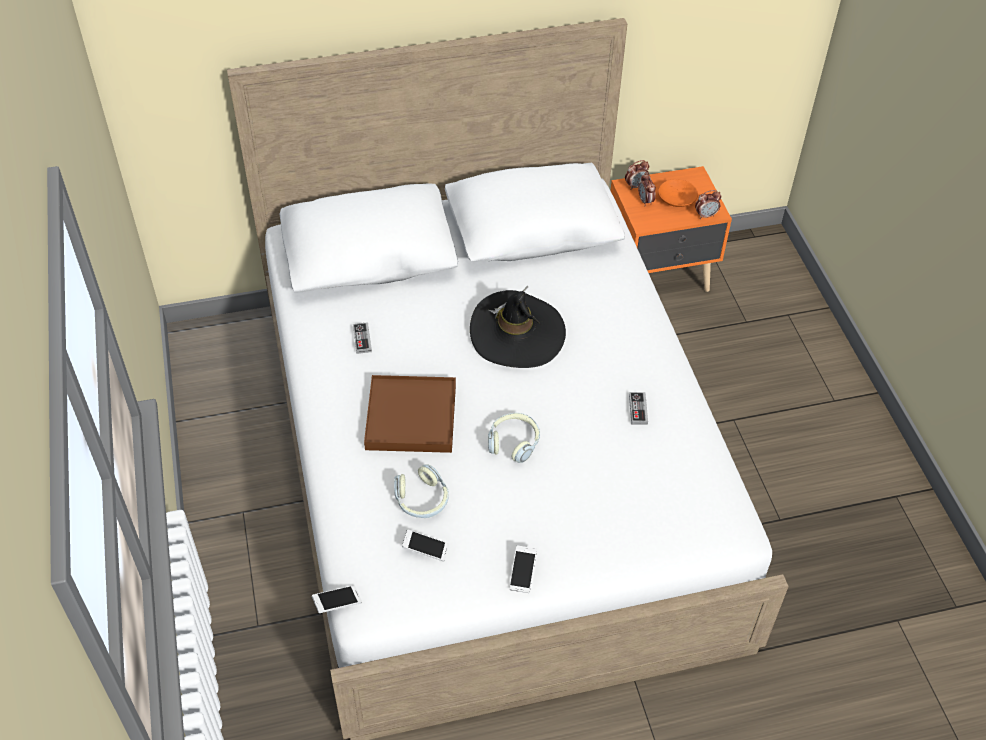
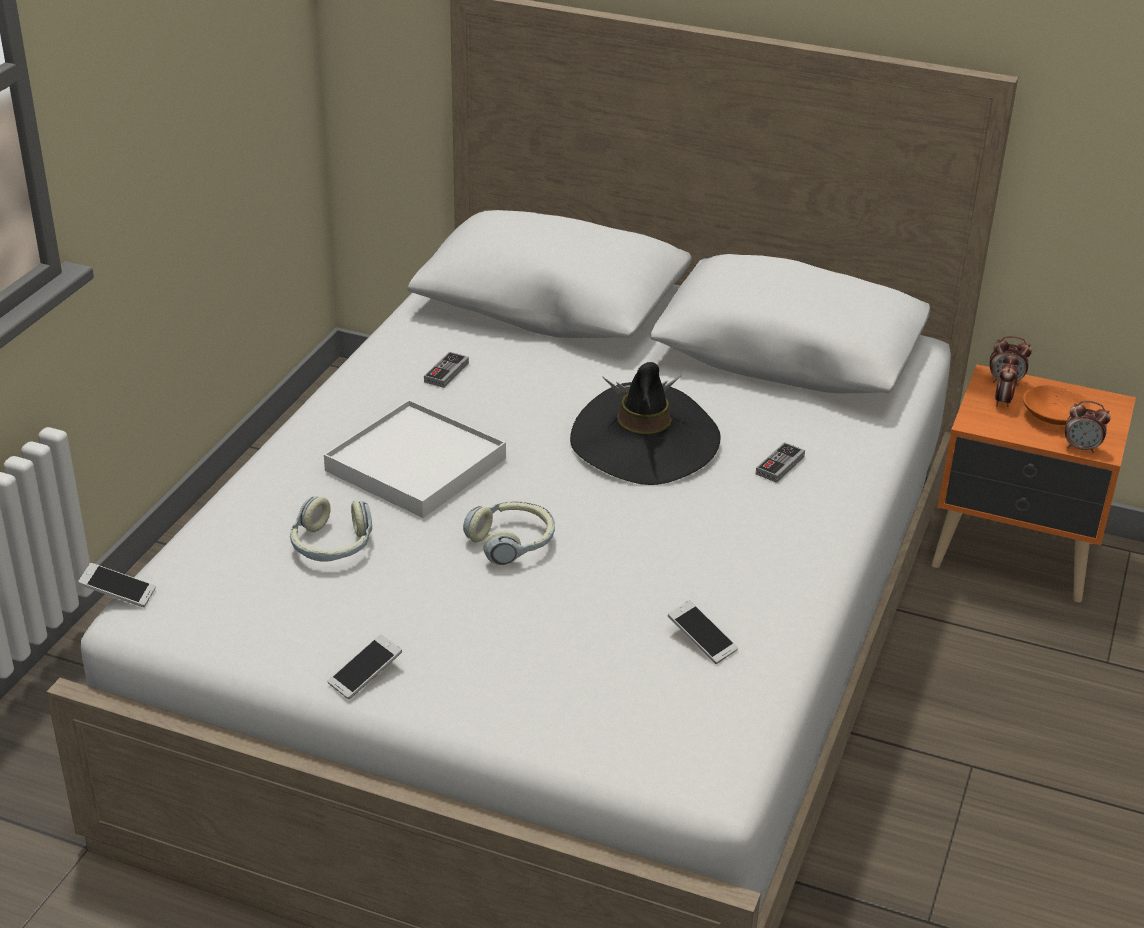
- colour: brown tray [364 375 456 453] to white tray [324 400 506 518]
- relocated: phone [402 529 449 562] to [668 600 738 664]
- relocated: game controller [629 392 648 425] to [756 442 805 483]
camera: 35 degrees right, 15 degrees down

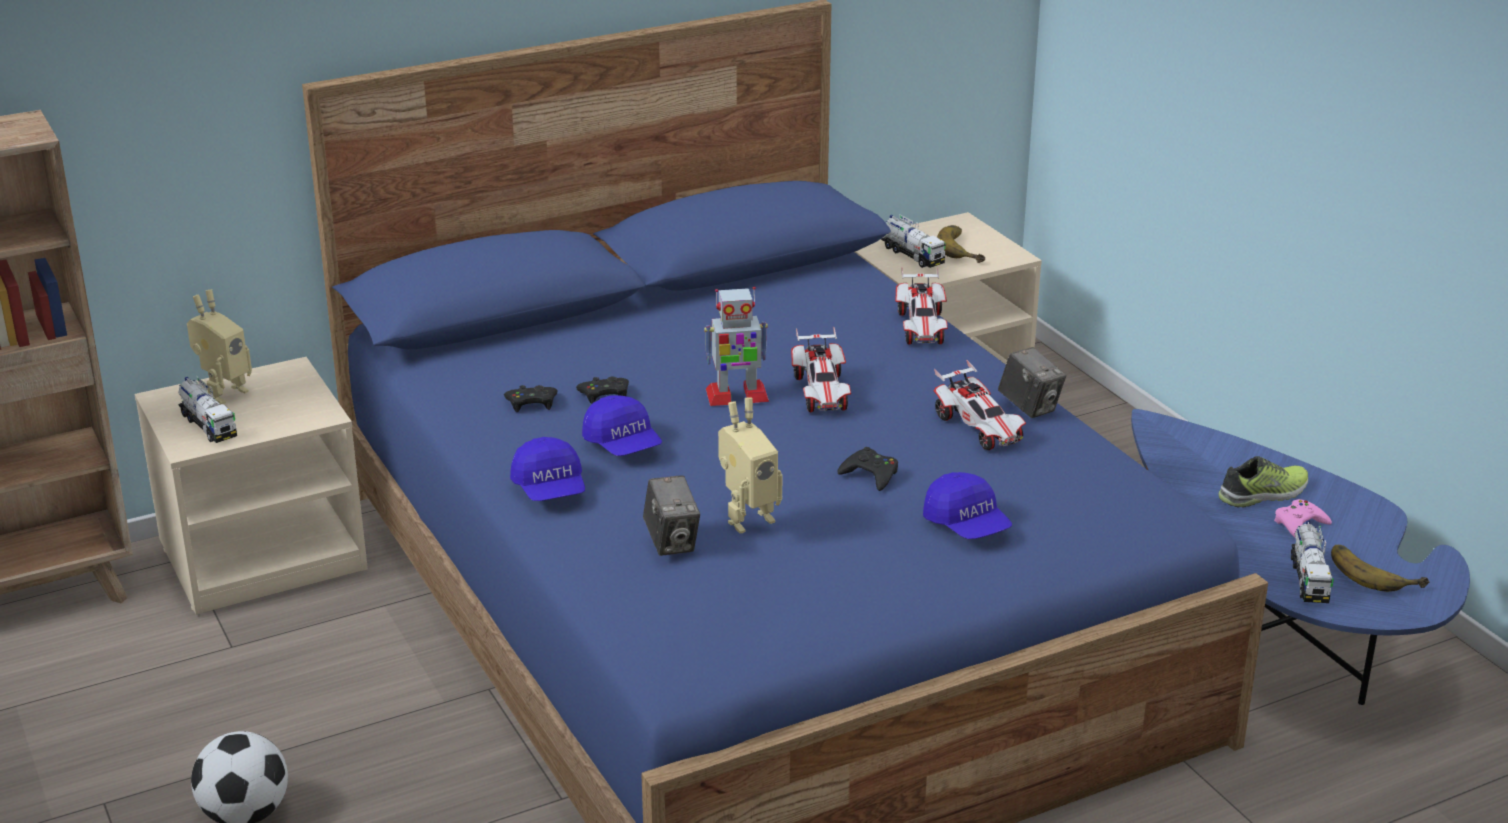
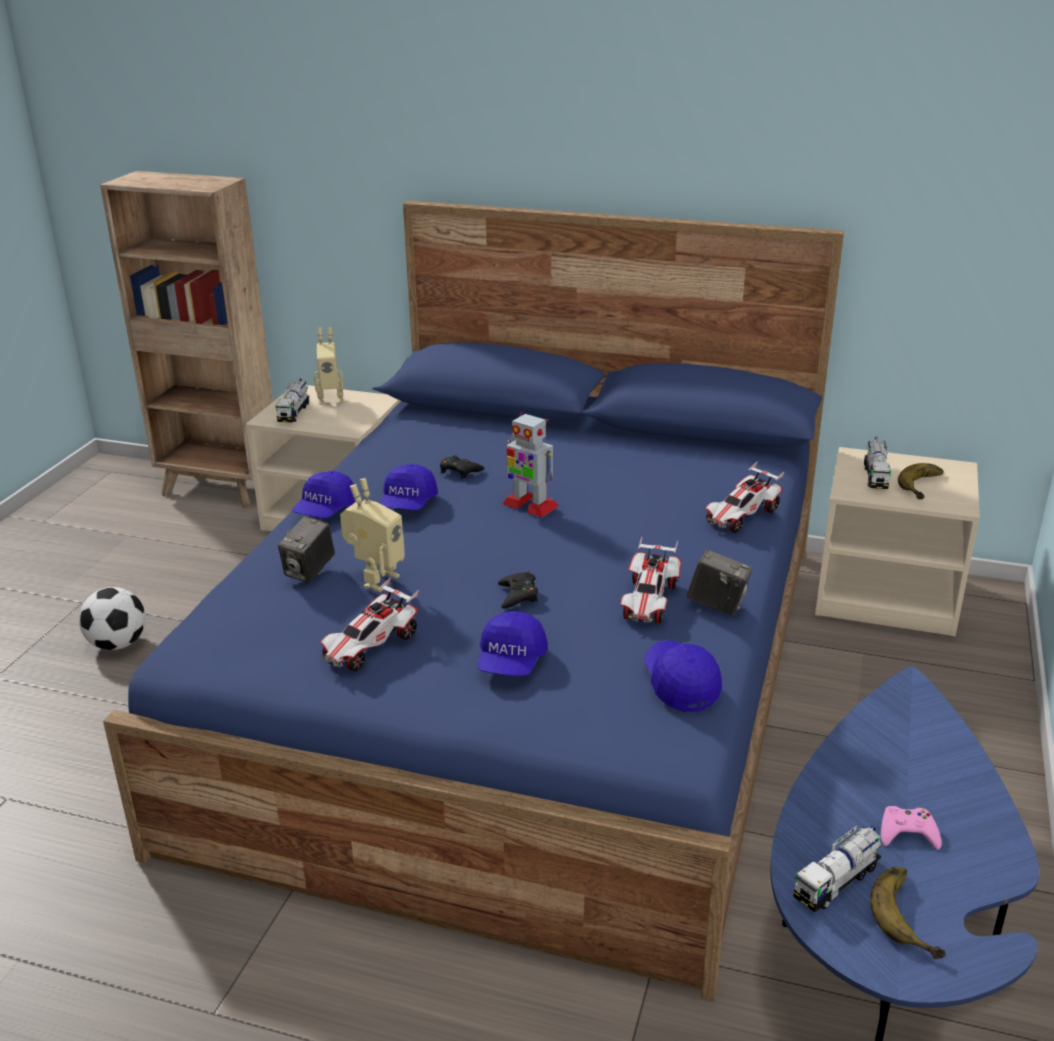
- missing: black game controller [504 385 558 412]
- spun: toy robot [718 397 782 534] = [340 478 405 592] 75 degrees counterclockwise
- relocated: toy car [791 327 851 412] to [320 578 419 671]
- spun: photo camera [998 347 1066 418] = [687 550 752 616] 75 degrees counterclockwise
- missing: shoe [1219 456 1308 507]
- appeared: blue cap [644 640 722 712]
camera: 45 degrees right, 0 degrees up

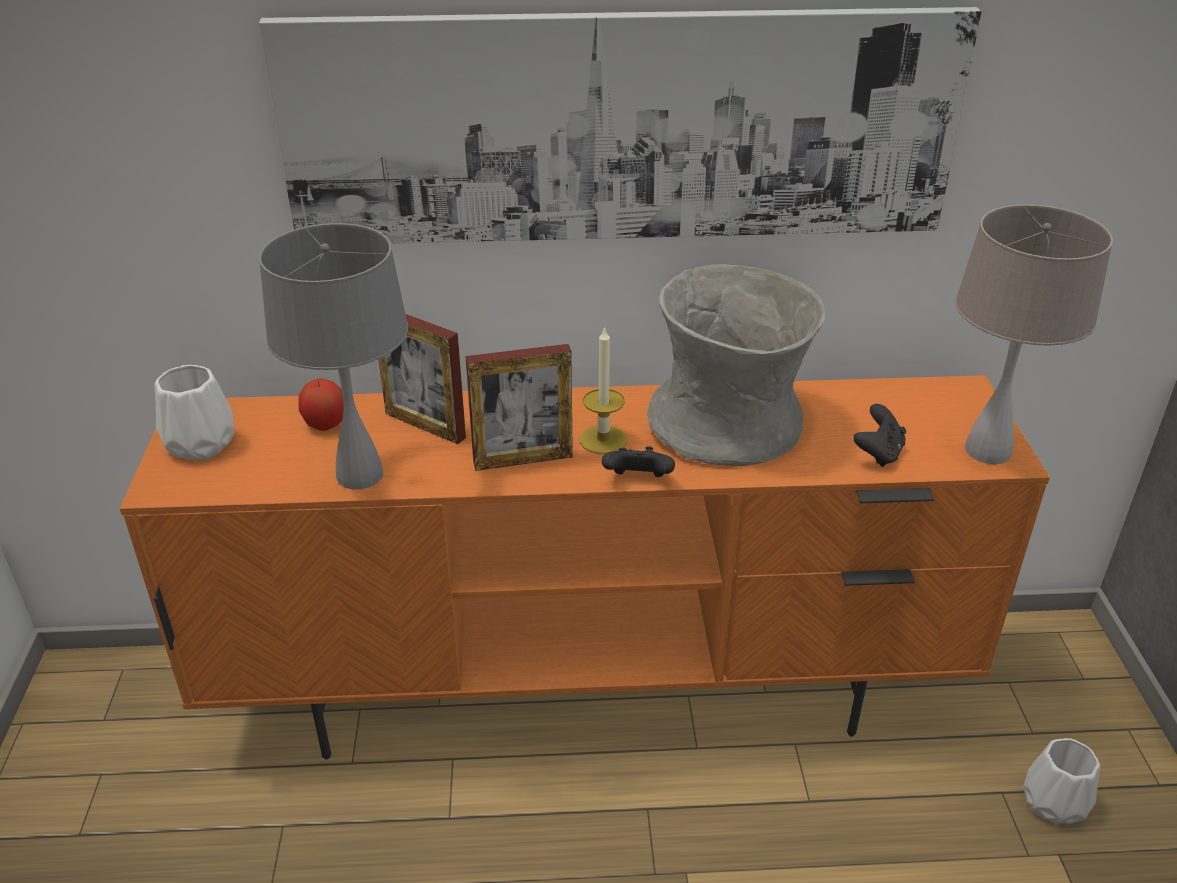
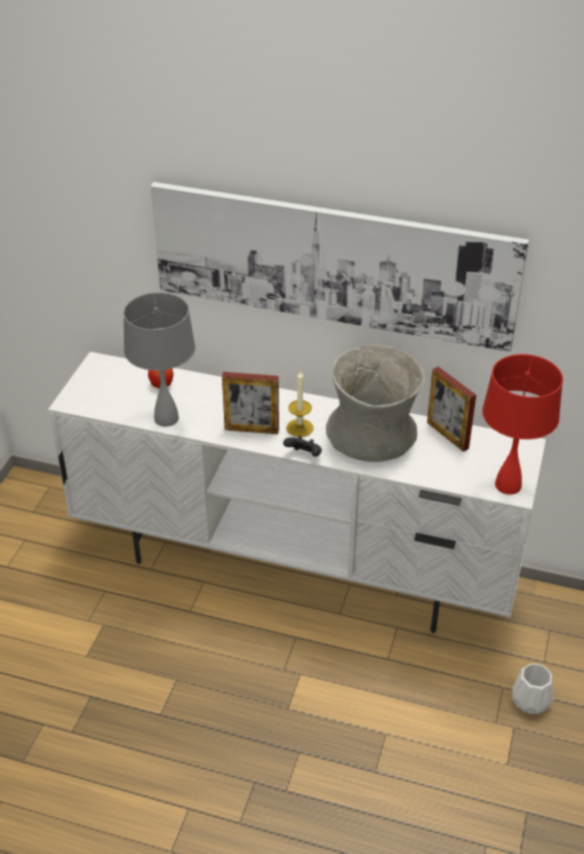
- colour: orange tv stand [120 375 1050 759] to white tv stand [48 352 546 633]
- missing: white vase [155 365 234 461]
- relocated: picture frame [379 314 466 444] to [427 367 476 452]
- missing: black game controller [853 404 906 467]
- colour: beige table lamp [955 204 1113 464] to red table lamp [482 354 563 495]
camera: 20 degrees right, 5 degrees up

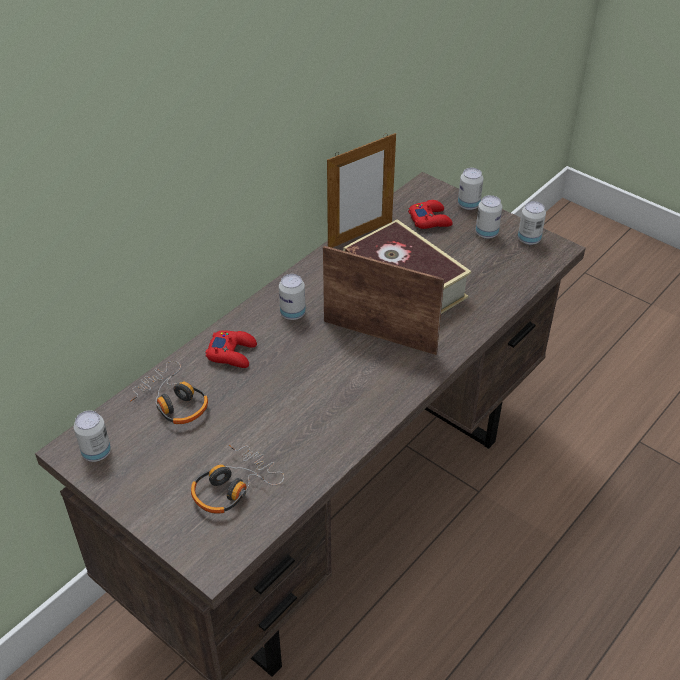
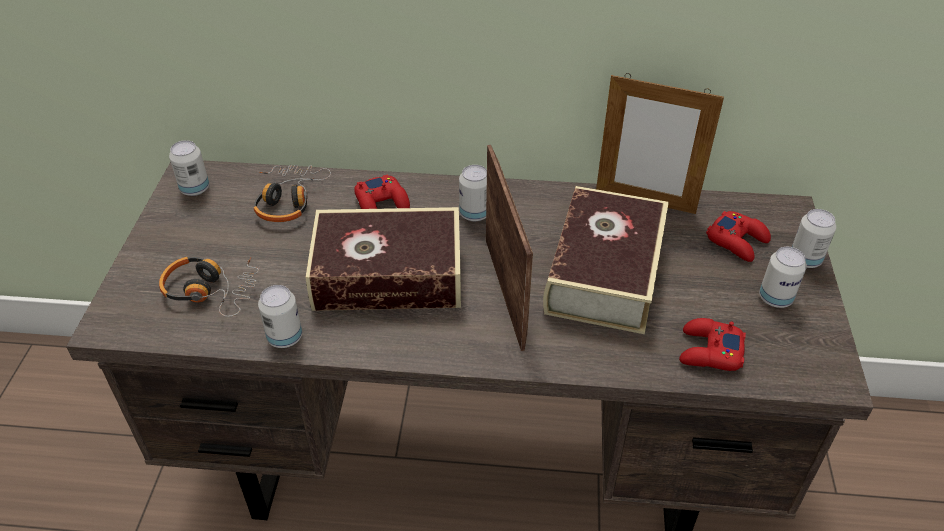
- relocated: can [518 201 546 245] to [258 285 302 348]
- appeared: book [305 207 461 311]
- appeared: red game controller [679 318 746 371]
camera: 55 degrees right, 0 degrees up

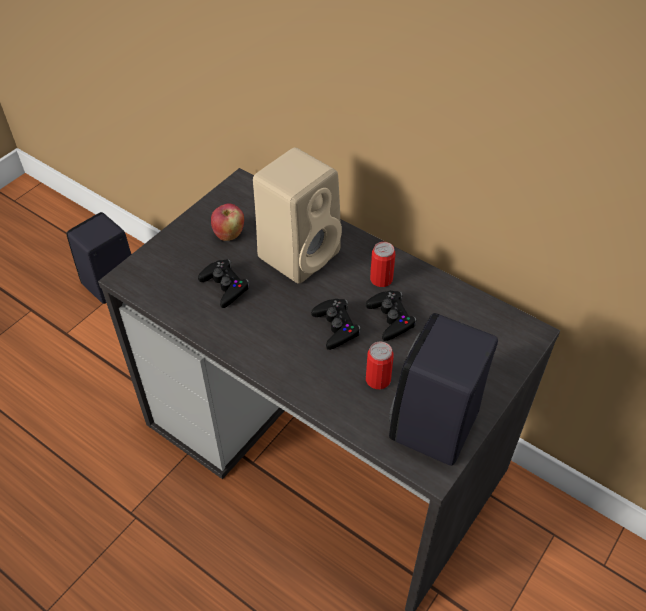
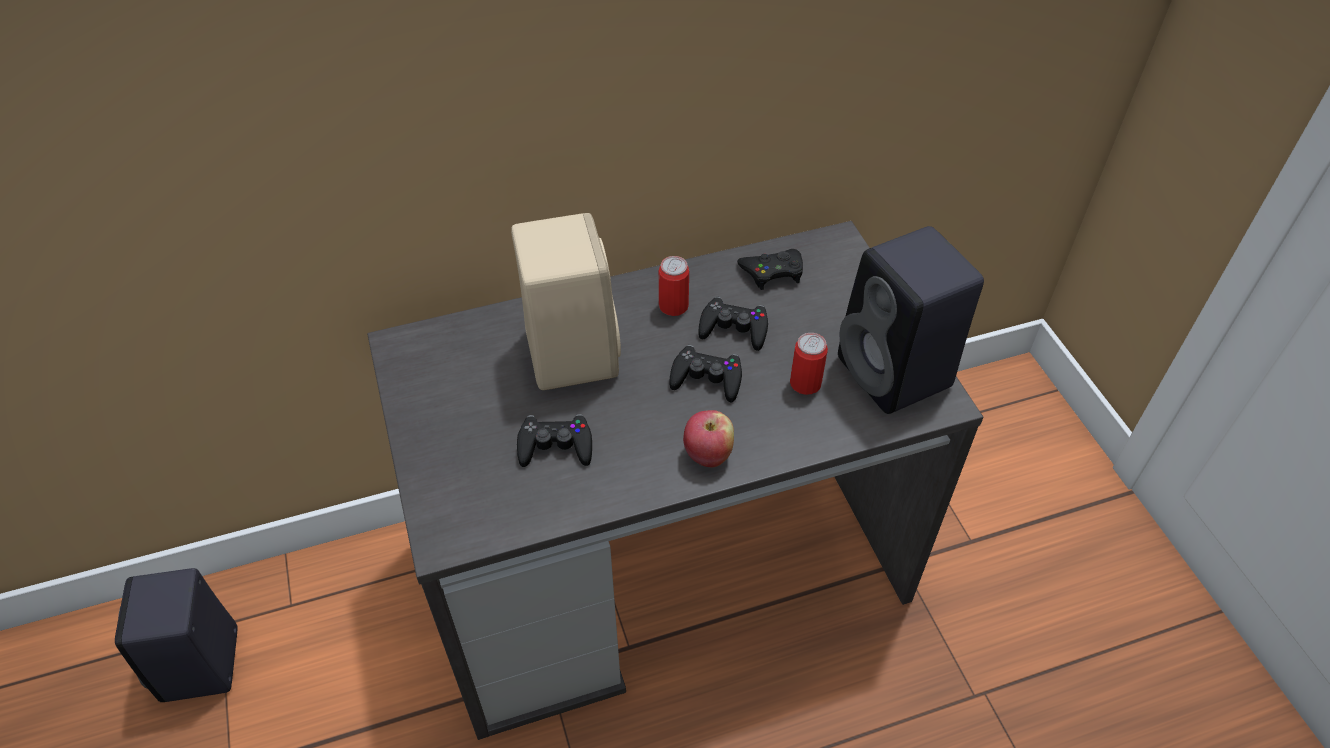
- relocated: apple [211 203 244 241] to [683 410 734 467]
- appeared: black game controller [737 249 803 290]
camera: 55 degrees left, 0 degrees up

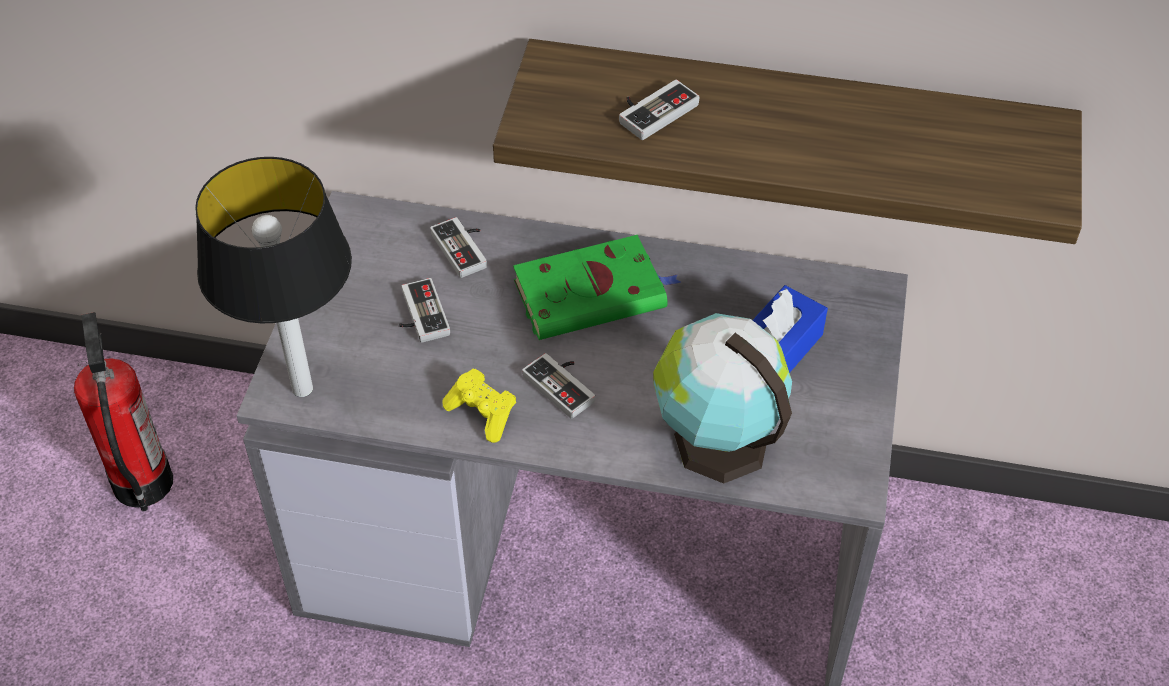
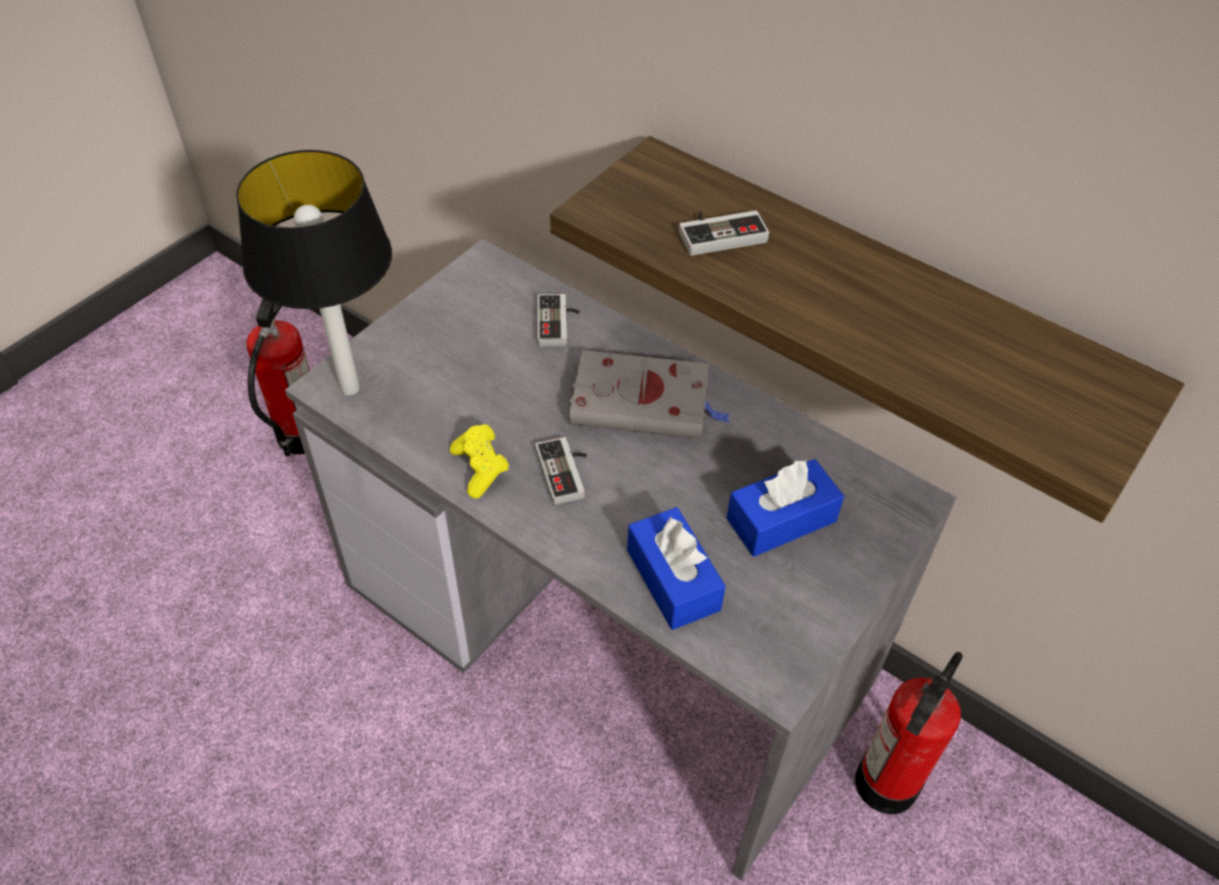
- missing: game controller [399 278 450 343]
- colour: green book [513 235 681 340] to grey book [569 350 730 439]
- exchanged: globe [653 313 792 483] to blue tissue box [627 507 726 630]
- appeared: fire extinguisher [855 652 963 814]
camera: 25 degrees right, 0 degrees up

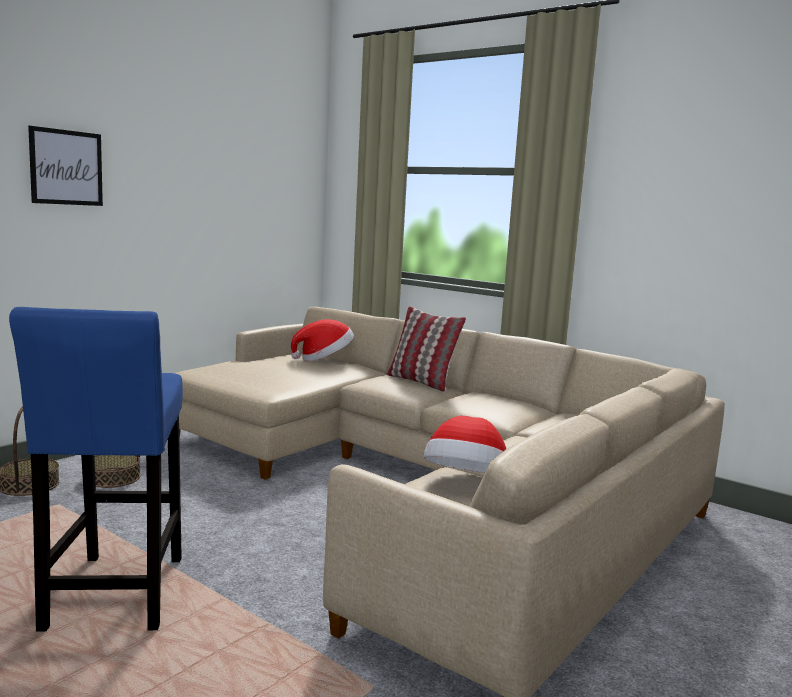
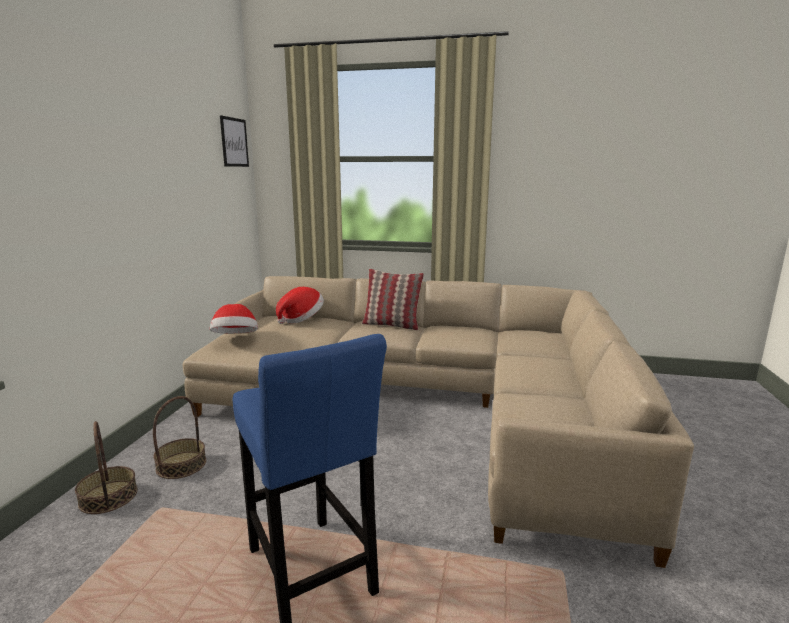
- relocated: picture [28 126 103 206] to [220 115 249 167]
- relocated: hat [423 416 506 473] to [210 304 258 333]
camera: 25 degrees left, 5 degrees up

